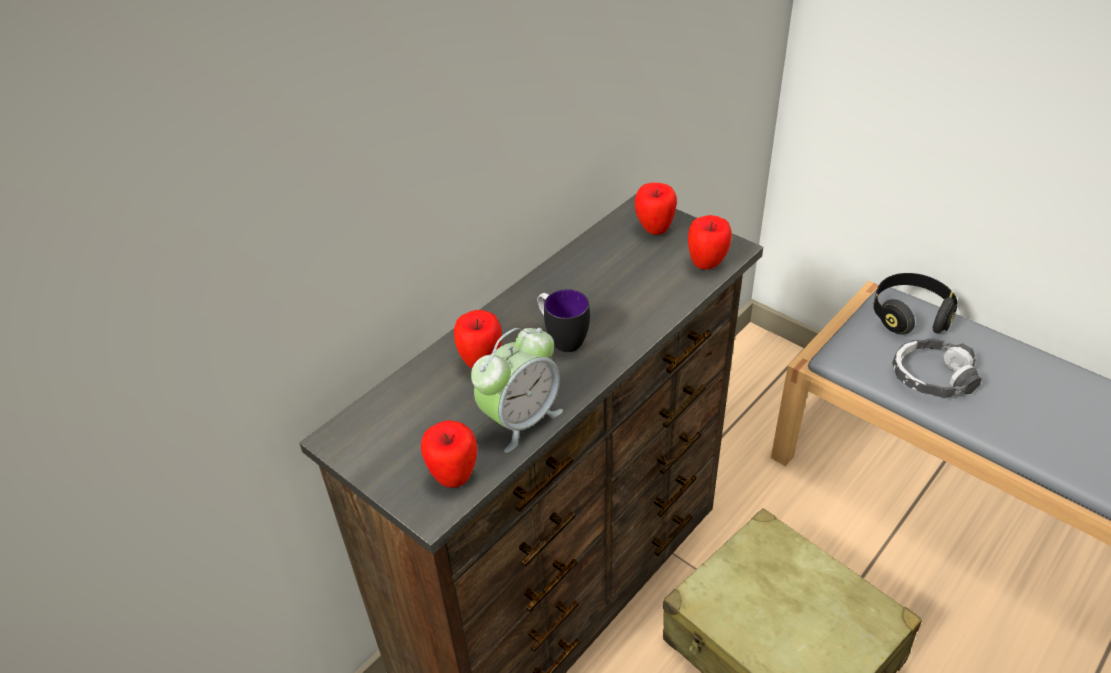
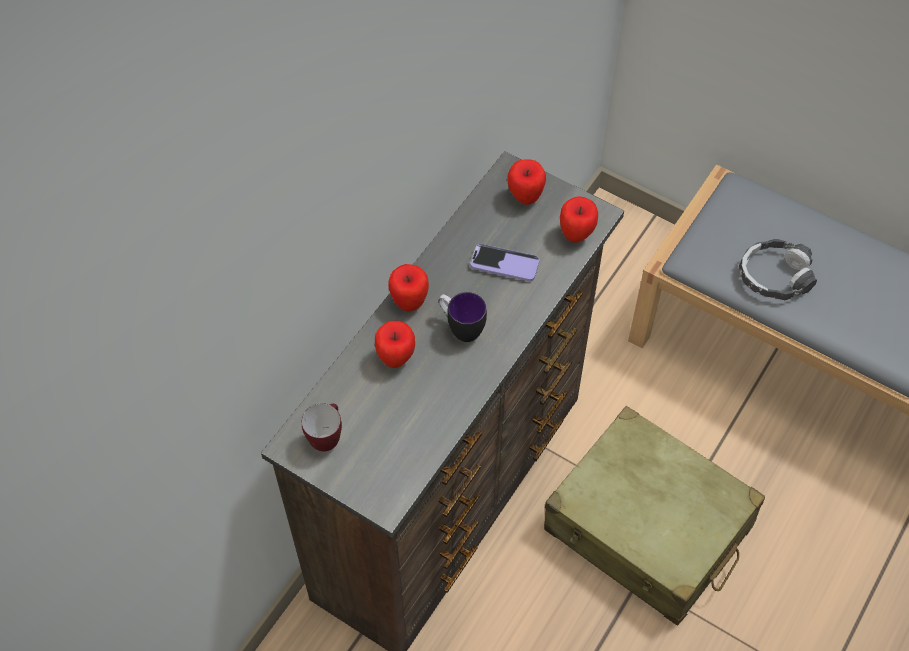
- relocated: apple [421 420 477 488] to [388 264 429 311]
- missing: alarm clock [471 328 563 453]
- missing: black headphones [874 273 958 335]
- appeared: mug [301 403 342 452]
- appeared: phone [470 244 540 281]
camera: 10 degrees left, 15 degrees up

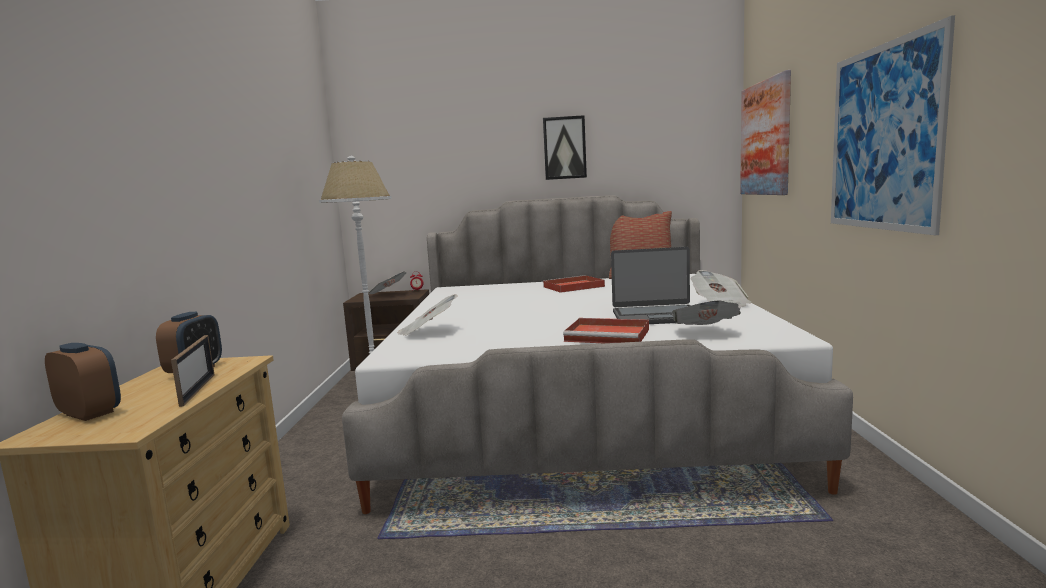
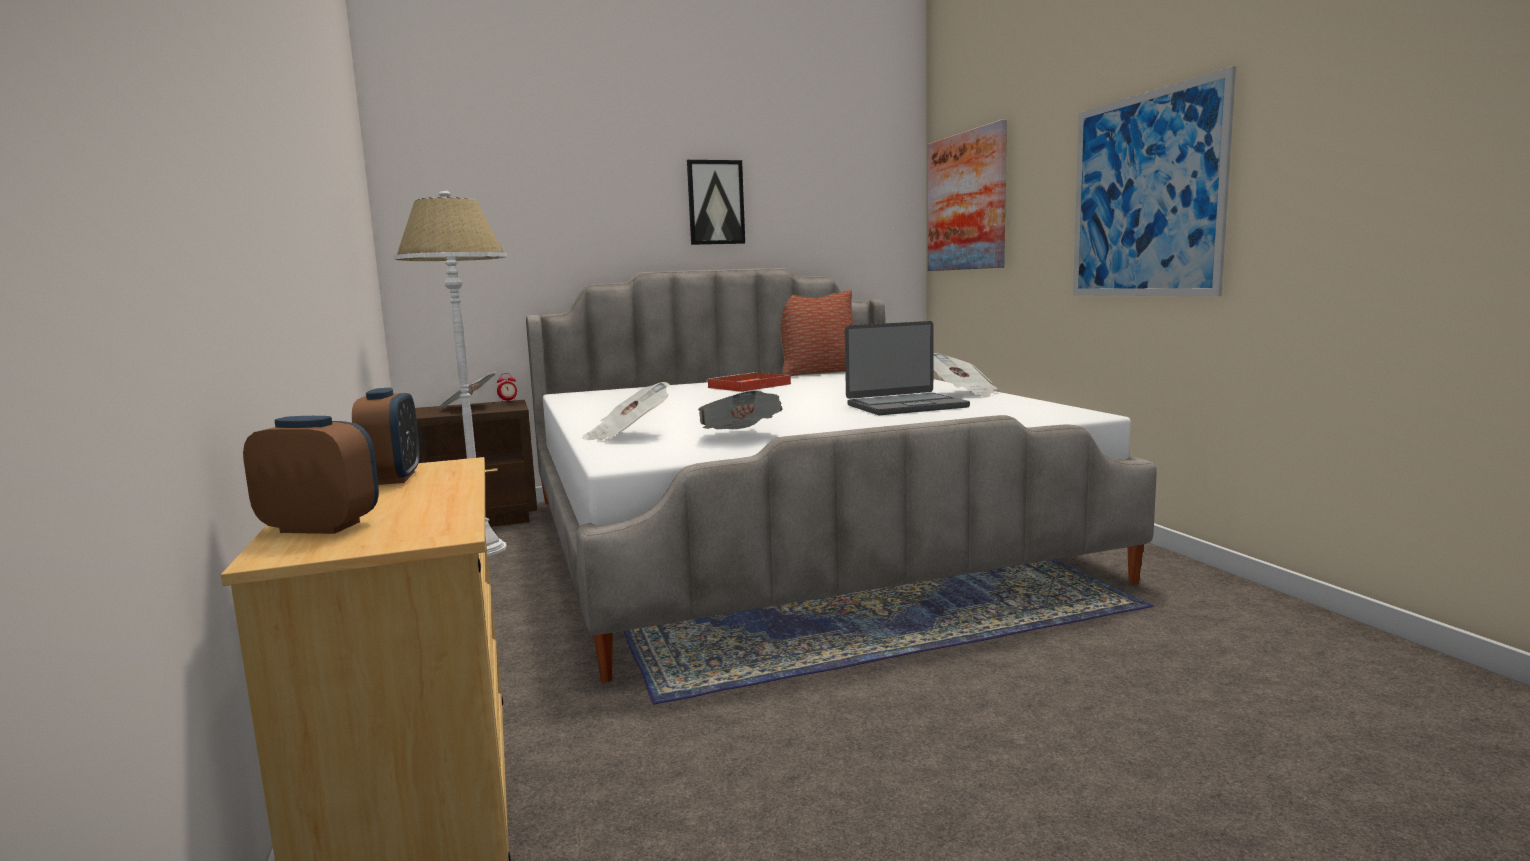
- missing: picture frame [171 335 215 407]
- missing: red tray [563 318 649 343]
- relocated: newspaper [672 301 741 325] to [698 391 783 429]
camera: 20 degrees left, 0 degrees up

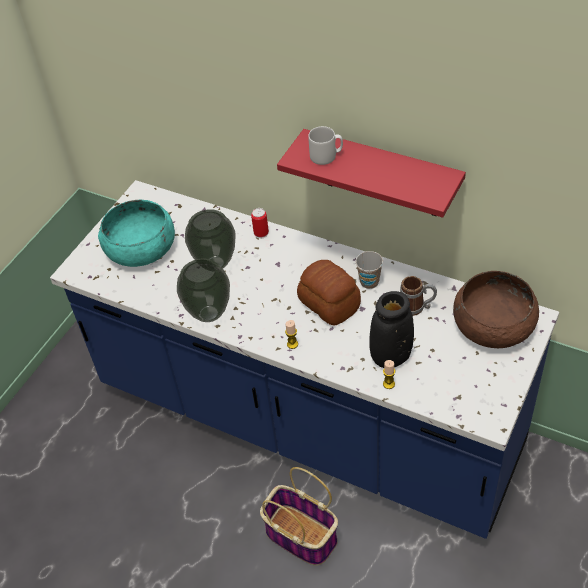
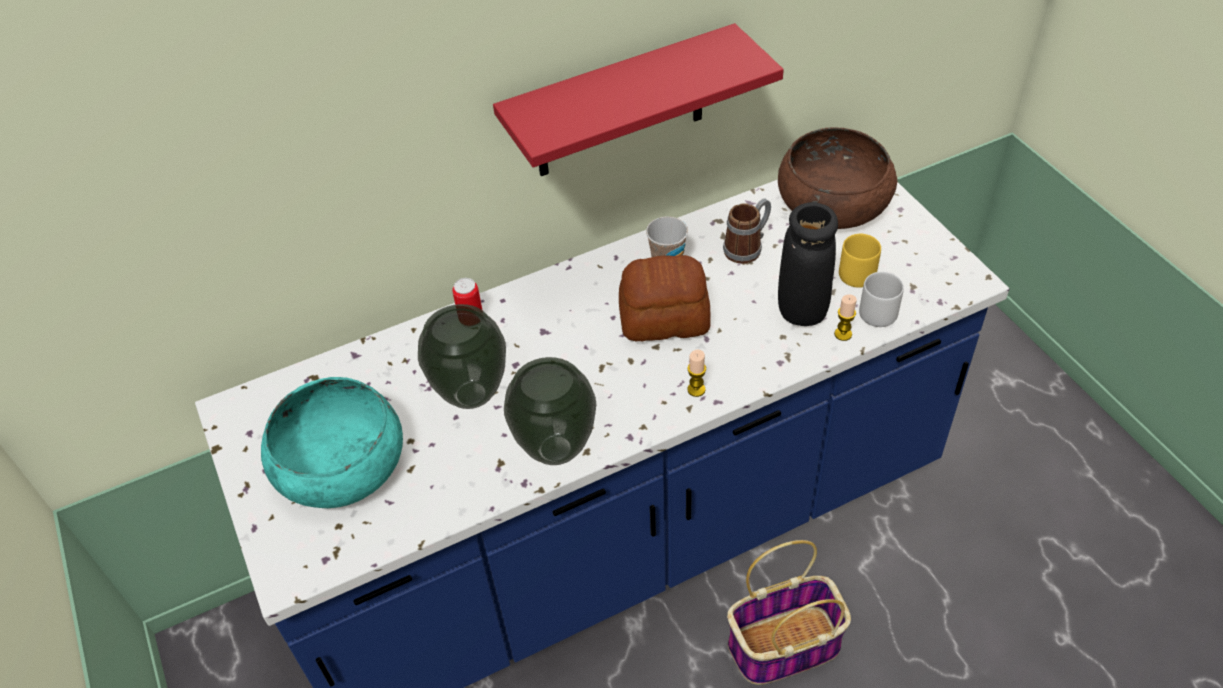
- relocated: grey mug [308 126 343 165] to [859 272 904 327]
- appeared: yellow mug [839 233 881 288]
camera: 55 degrees left, 0 degrees up

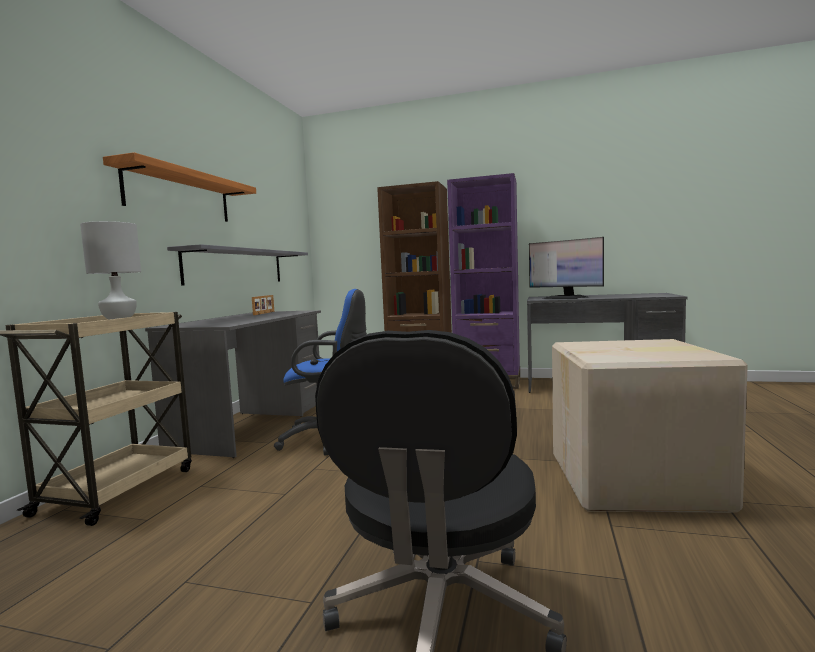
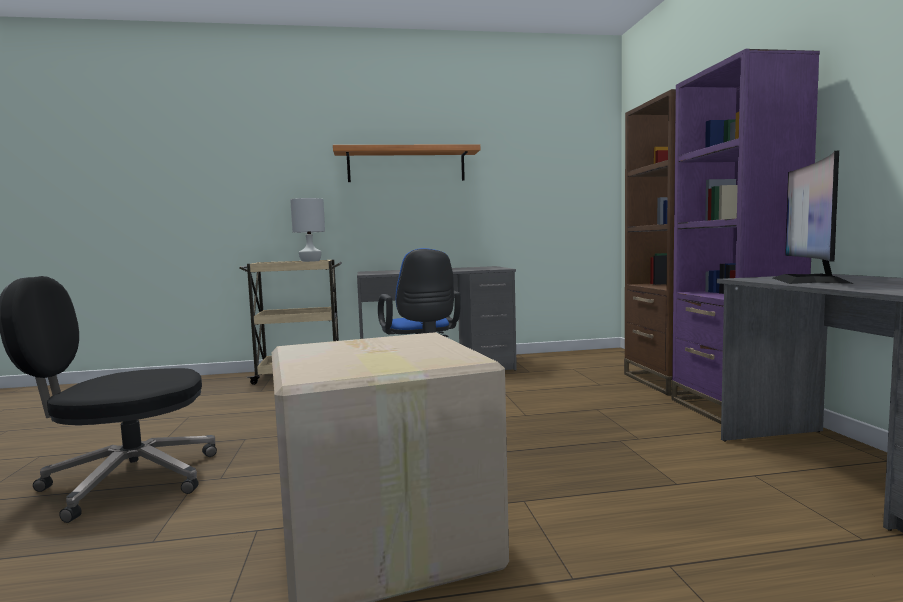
- missing: grey shelf [167 244 308 286]
- missing: picture frame [252 295 274 315]
camera: 65 degrees right, 0 degrees up

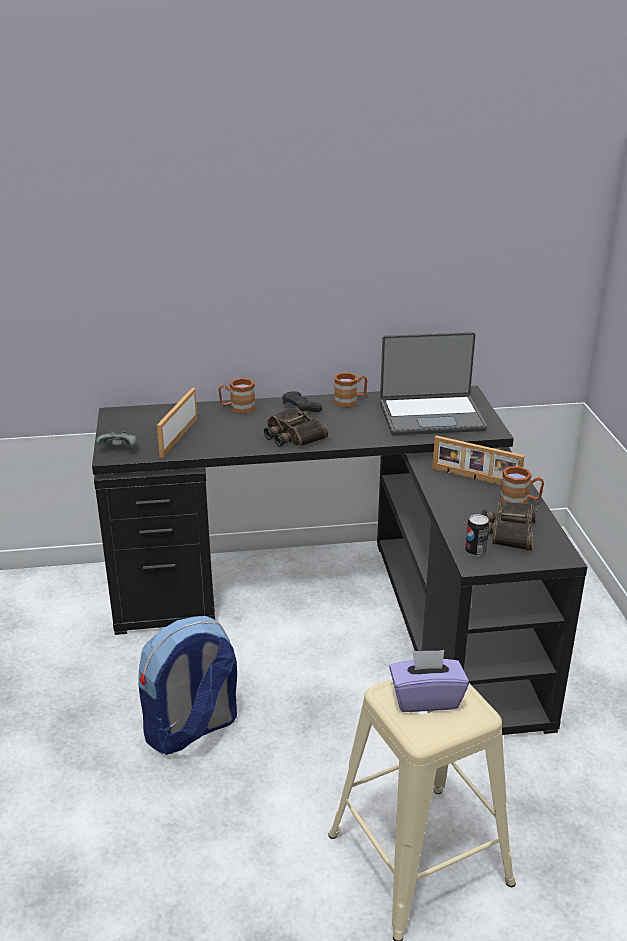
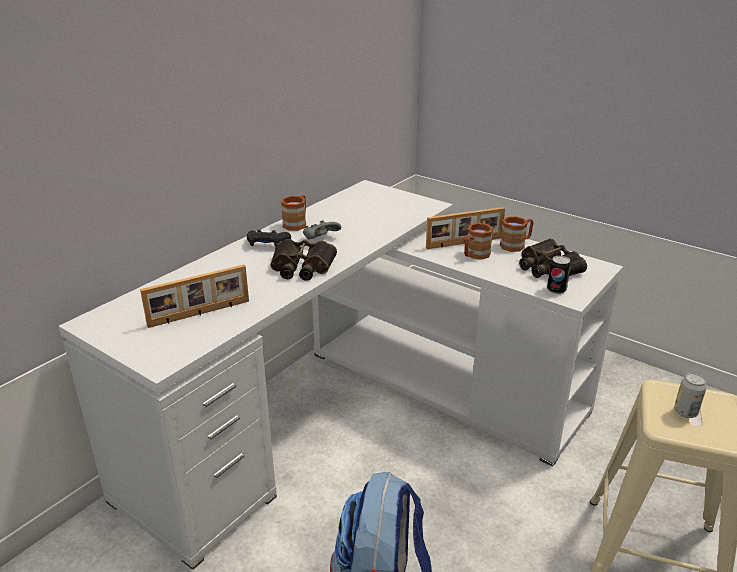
- colour: black desk [92 386 587 735] to white desk [59 180 623 570]
- relocated: grey game controller [96 431 137 447] to [303 220 342 239]
- spun: picture frame [157 388 197 458] = [140 264 249 328] 90 degrees counterclockwise
- relocated: brown mug [219 378 255 414] to [464 223 493 260]
- missing: laptop [380 332 487 435]
- exchanged: purple tissue box [389 650 469 712] to can [674 373 707 418]
camera: 45 degrees left, 0 degrees up

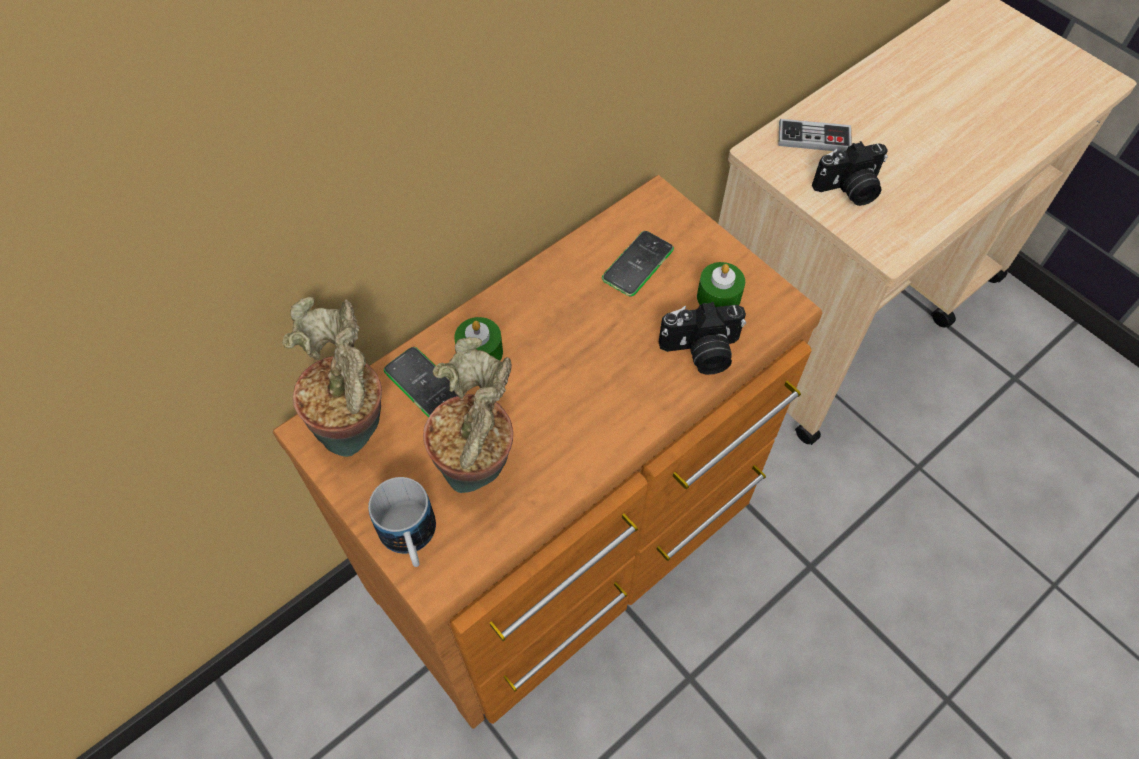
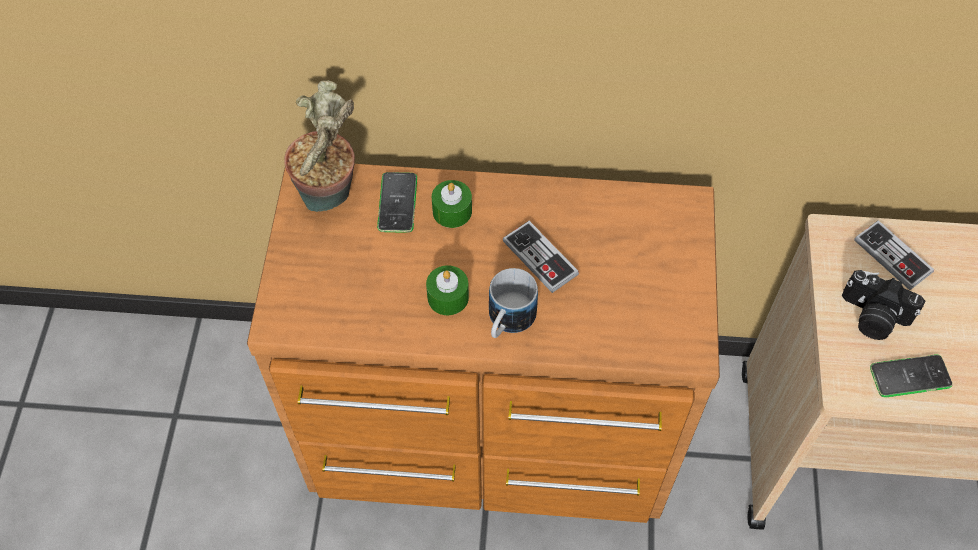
- relocated: mug [368 477 436 567] to [489 268 538 338]
- missing: potted plant [423 337 513 493]
- relocated: phone [602 231 674 296] to [870 354 952 397]
- missing: photo camera [659 302 746 375]
- relocated: green candle [697 262 745 307] to [426 265 469 315]
- appeared: game controller [503 221 579 293]
camera: 45 degrees right, 0 degrees up

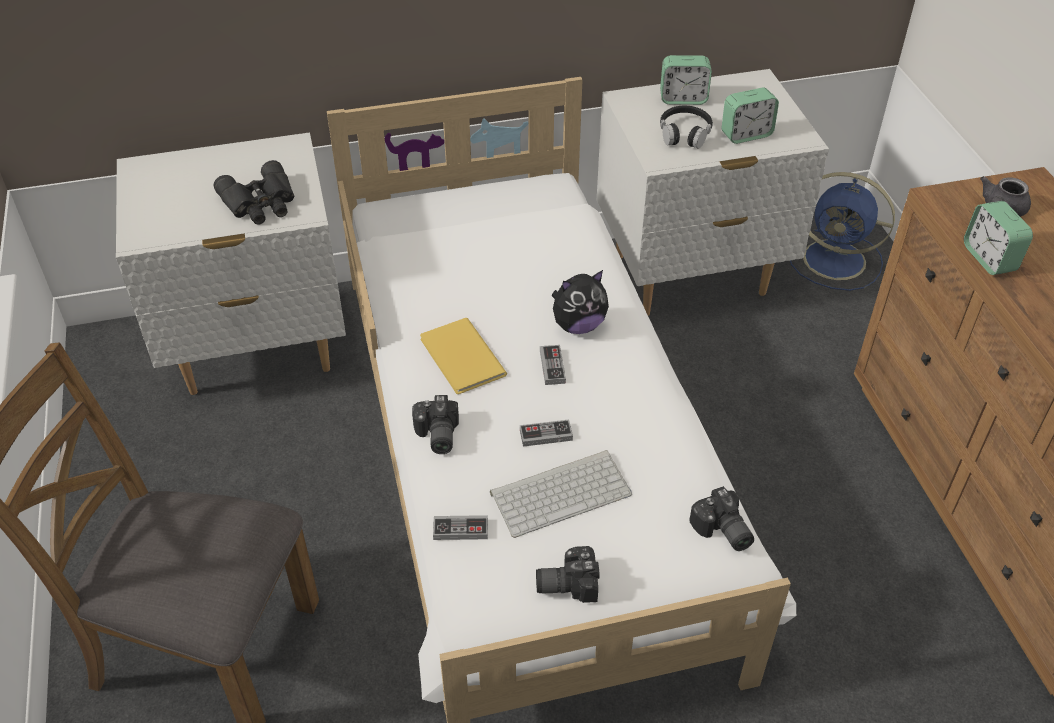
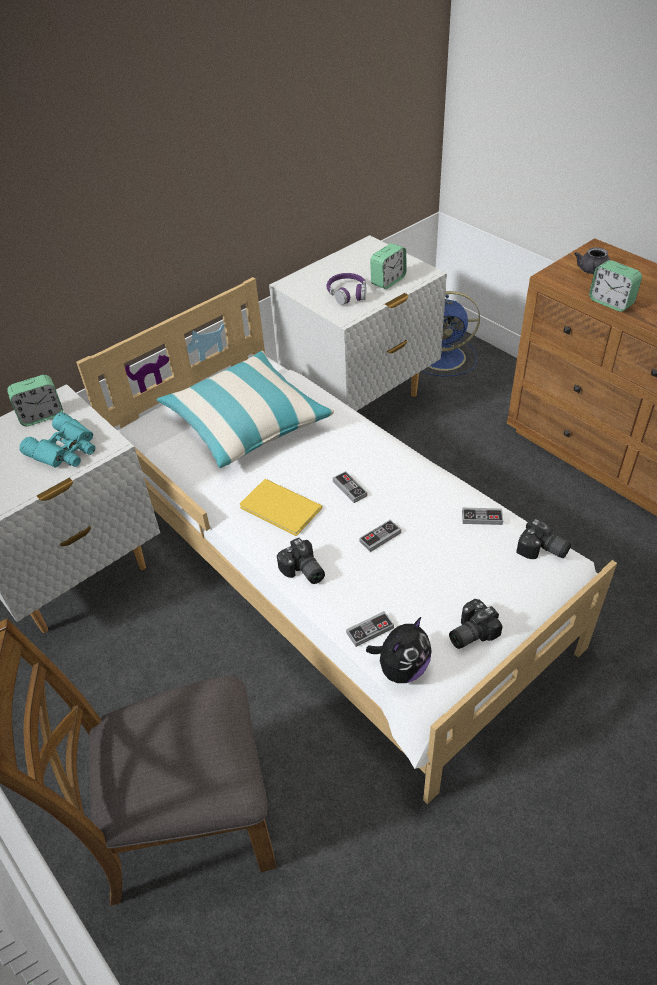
- colour: black binoculars [213 160 294 225] to turquoise binoculars [19 412 95 467]
- missing: keyboard [490 450 632 538]
- relocated: plush toy [551 270 609 334] to [366 617 432 683]
- relocated: alarm clock [660 55 712 105] to [7 375 63 426]
- colour: black headphones [660 106 713 149] to purple headphones [327 273 366 305]
- appeared: pillow [156 351 334 468]
- appeared: game controller [462 507 503 525]
camera: 25 degrees left, 0 degrees up

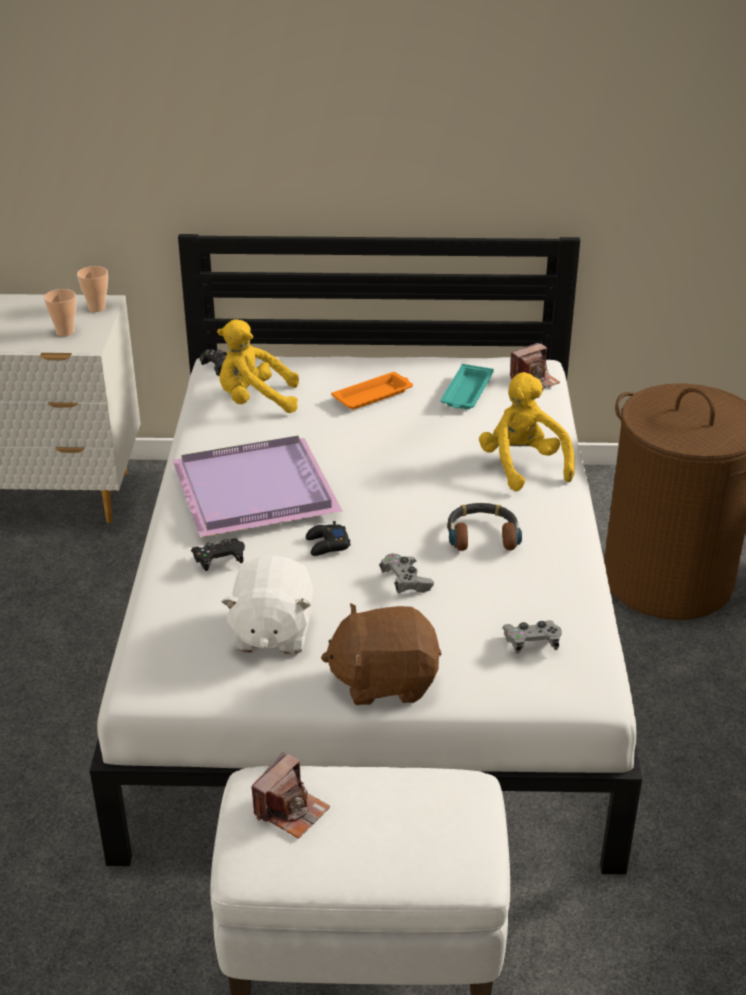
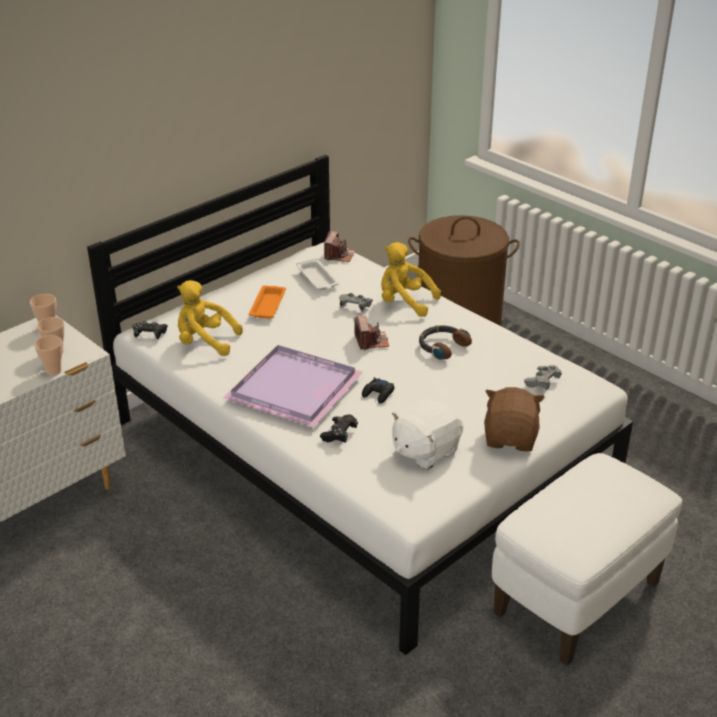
- spun: yellow plush toy [217 319 299 413] = [177 280 243 356] 60 degrees clockwise
- spun: white plush toy [221 556 313 654] = [392 399 463 470] 90 degrees clockwise
- relocated: photo camera [251 752 330 839] to [354 315 389 350]
- spun: brown plush toy [321 603 442 705] = [484 387 545 451] 150 degrees clockwise
- relocated: grey game controller [379 553 434 593] to [339 293 373 312]
- colour: turquoise tray [441 364 494 409] to white tray [296 258 339 291]
- appeared: cup [34 335 63 376]
camera: 45 degrees left, 0 degrees up

